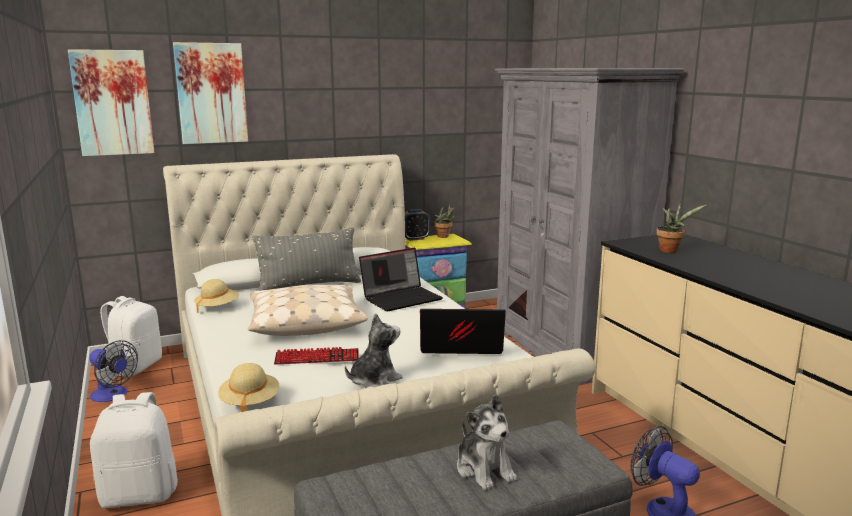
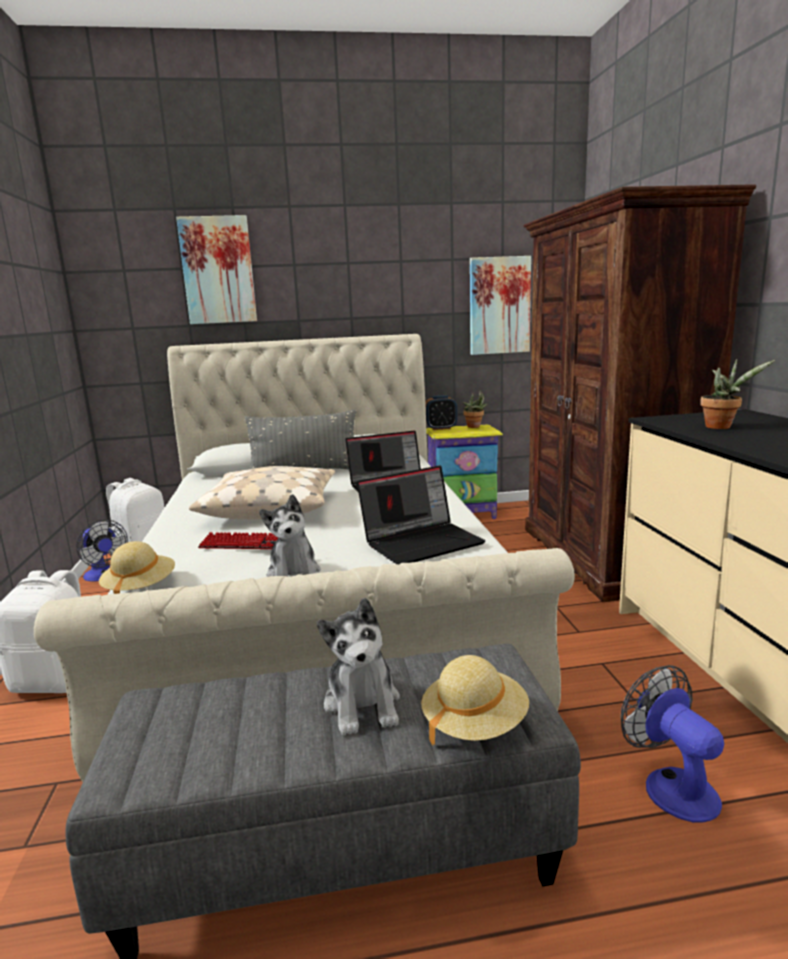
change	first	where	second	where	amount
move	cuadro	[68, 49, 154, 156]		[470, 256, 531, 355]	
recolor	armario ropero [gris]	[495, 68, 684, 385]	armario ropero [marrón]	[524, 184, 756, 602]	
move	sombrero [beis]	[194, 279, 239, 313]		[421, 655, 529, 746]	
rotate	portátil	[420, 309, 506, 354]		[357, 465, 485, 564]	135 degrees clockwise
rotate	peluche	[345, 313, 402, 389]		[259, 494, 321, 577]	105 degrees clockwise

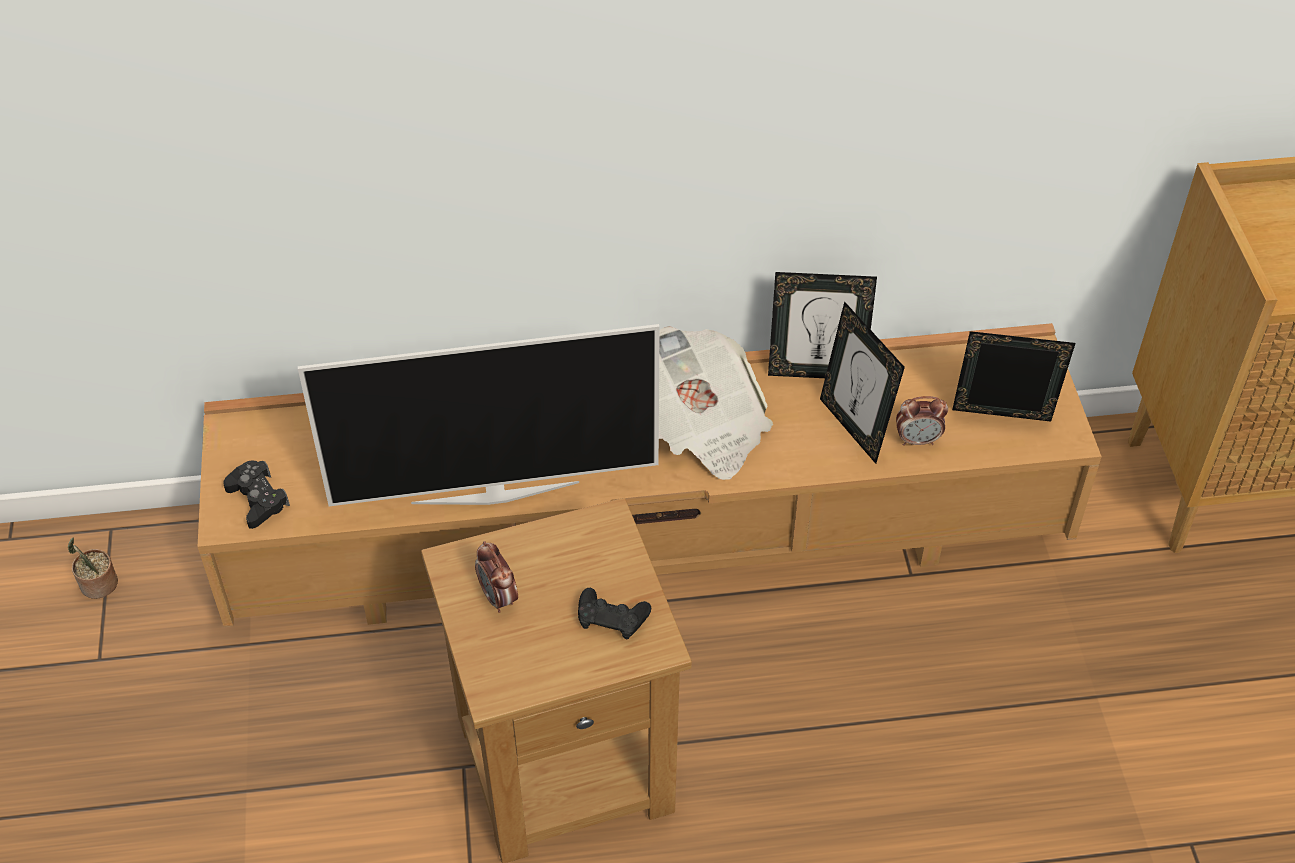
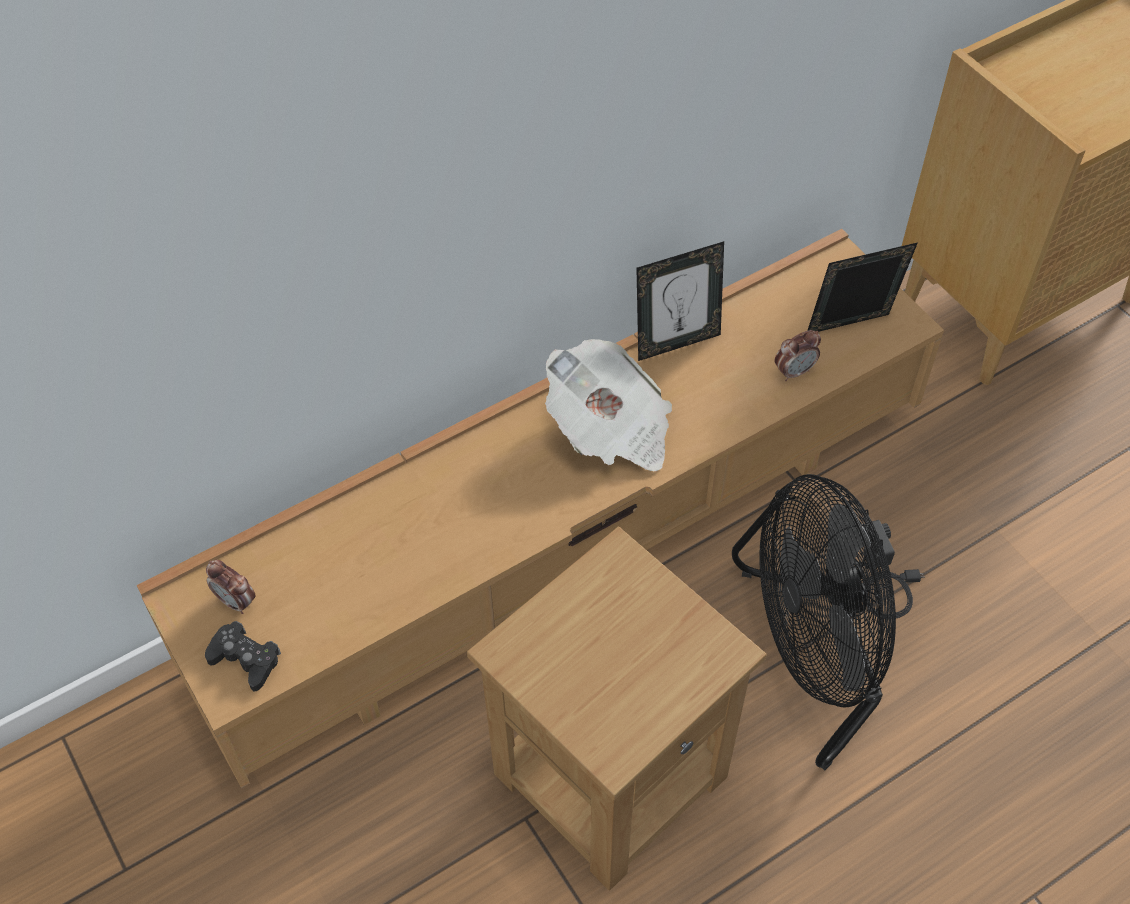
change	first	where	second	where	amount
delete	portarretratos	[820, 301, 905, 464]			
delete	televisor	[298, 324, 660, 506]			
delete	planta en maceta	[68, 538, 118, 599]			
move	despertador	[475, 541, 518, 613]		[206, 560, 256, 614]	
delete	mando de consola [negro]	[578, 588, 651, 639]			
insert			ventilador [negro]	[732, 474, 925, 770]	

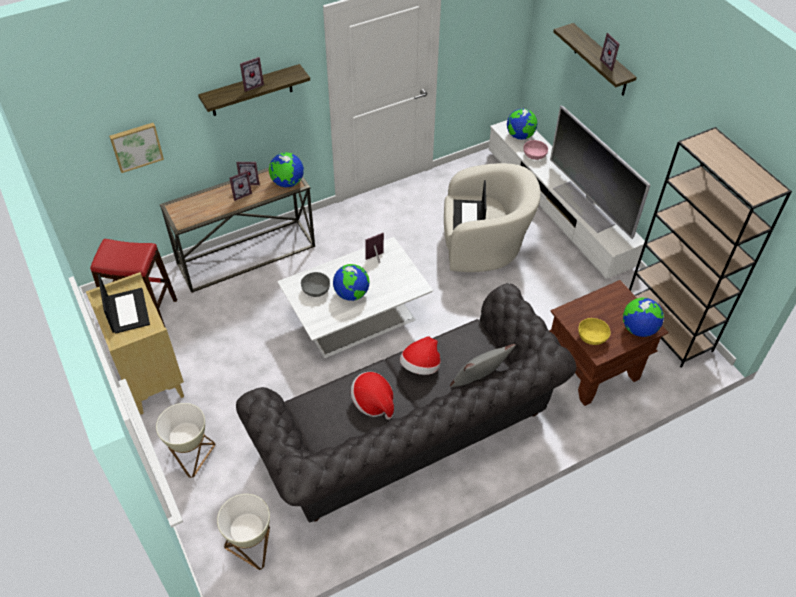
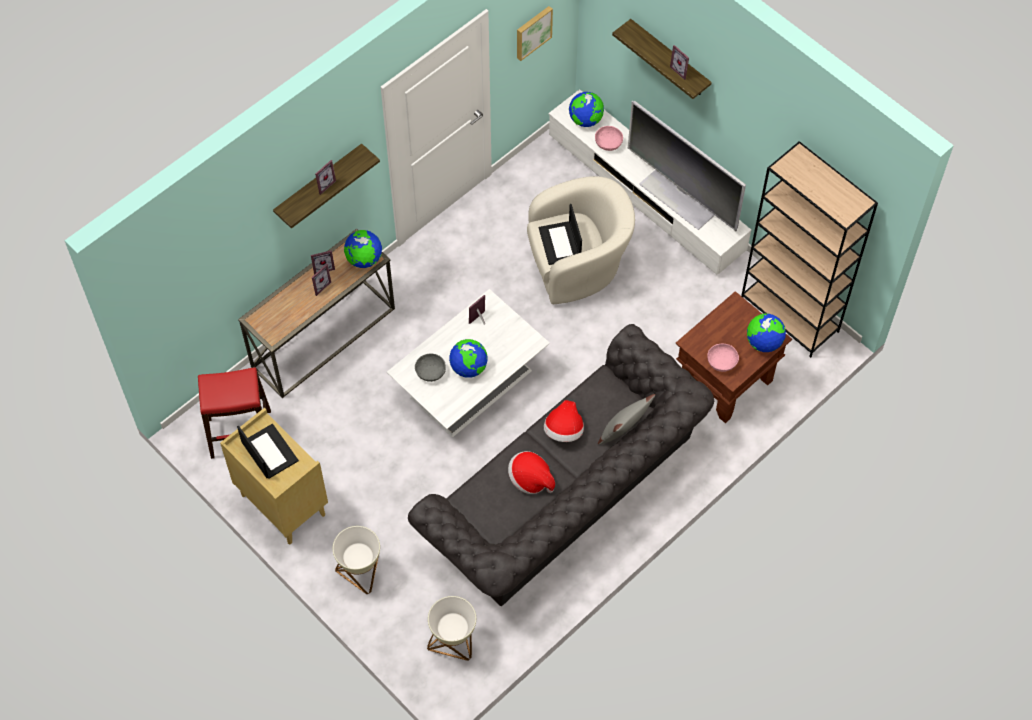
change	first	where	second	where	amount
move	cuadro	[109, 123, 164, 173]		[517, 6, 553, 61]	
recolor	cuenco [amarillo]	[578, 318, 611, 345]	cuenco [rosa]	[707, 344, 739, 372]	

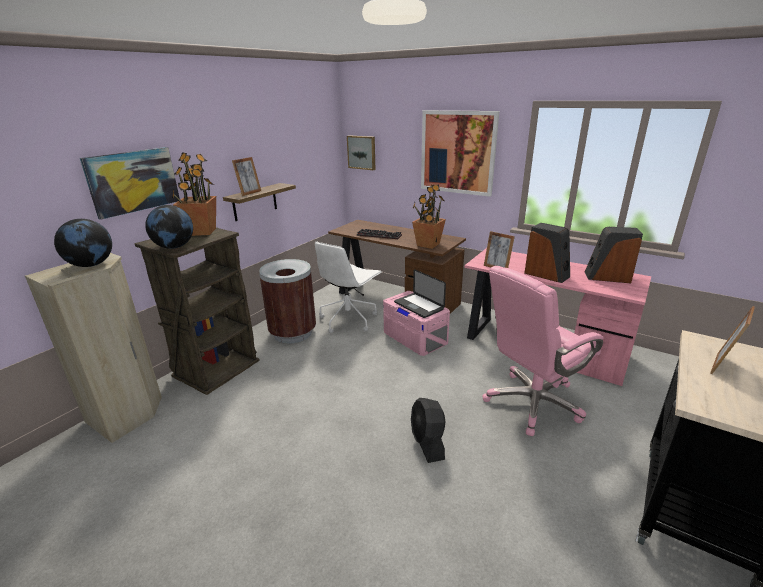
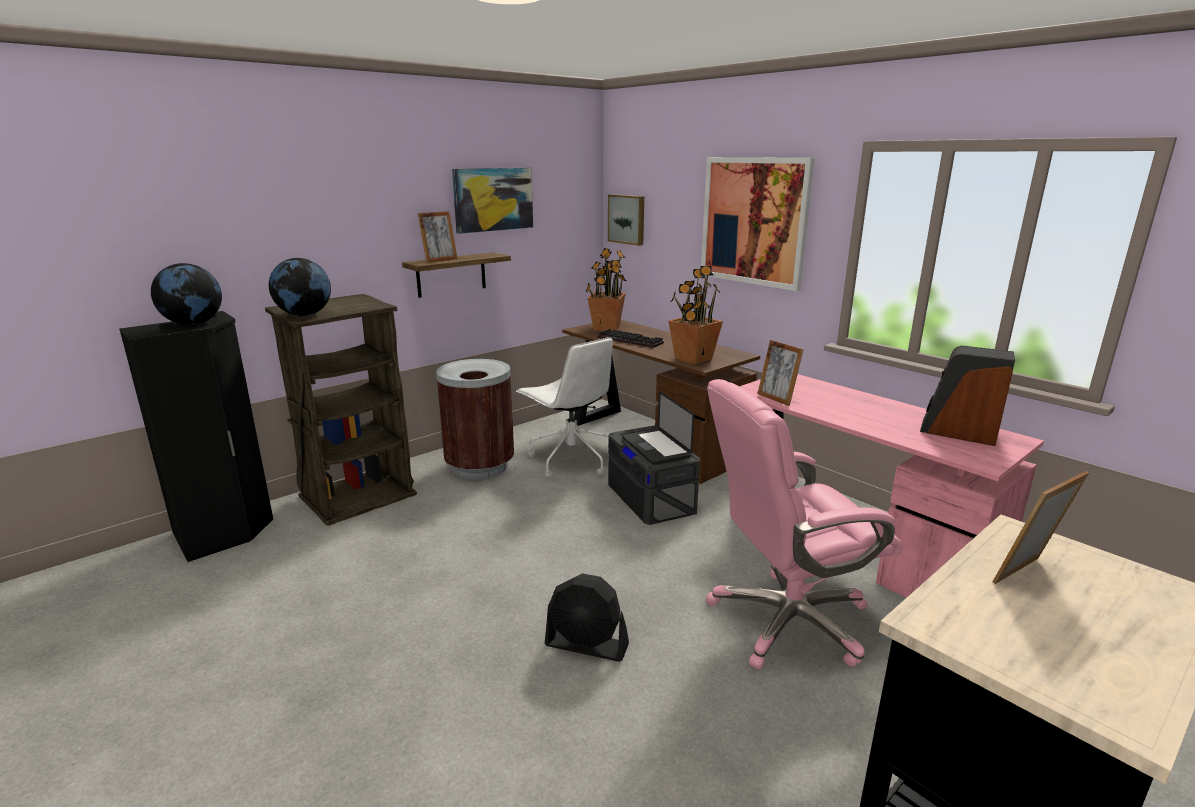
change	first	where	second	where	amount
move	cuadro	[80, 147, 180, 220]		[452, 168, 533, 234]	
move	planta en maceta	[172, 152, 216, 236]		[586, 248, 626, 331]	
delete	altavoz	[524, 223, 570, 283]			
rotate	silla de oficina [blanco]	[315, 241, 382, 333]		[516, 337, 613, 479]	90 degrees counterclockwise
recolor	armario [beis]	[25, 253, 162, 443]	armario [negro]	[119, 311, 273, 562]	
recolor	caja de almacenaje [rosa]	[383, 291, 450, 356]	caja de almacenaje [gris]	[608, 426, 700, 525]	
rotate	ventilador [negro]	[411, 398, 446, 463]		[544, 573, 629, 662]	75 degrees counterclockwise

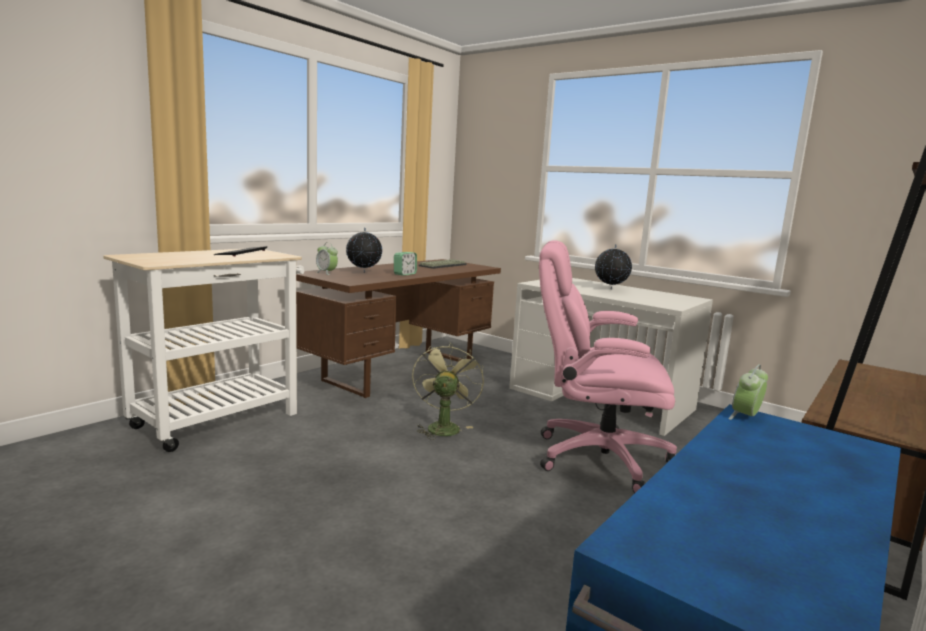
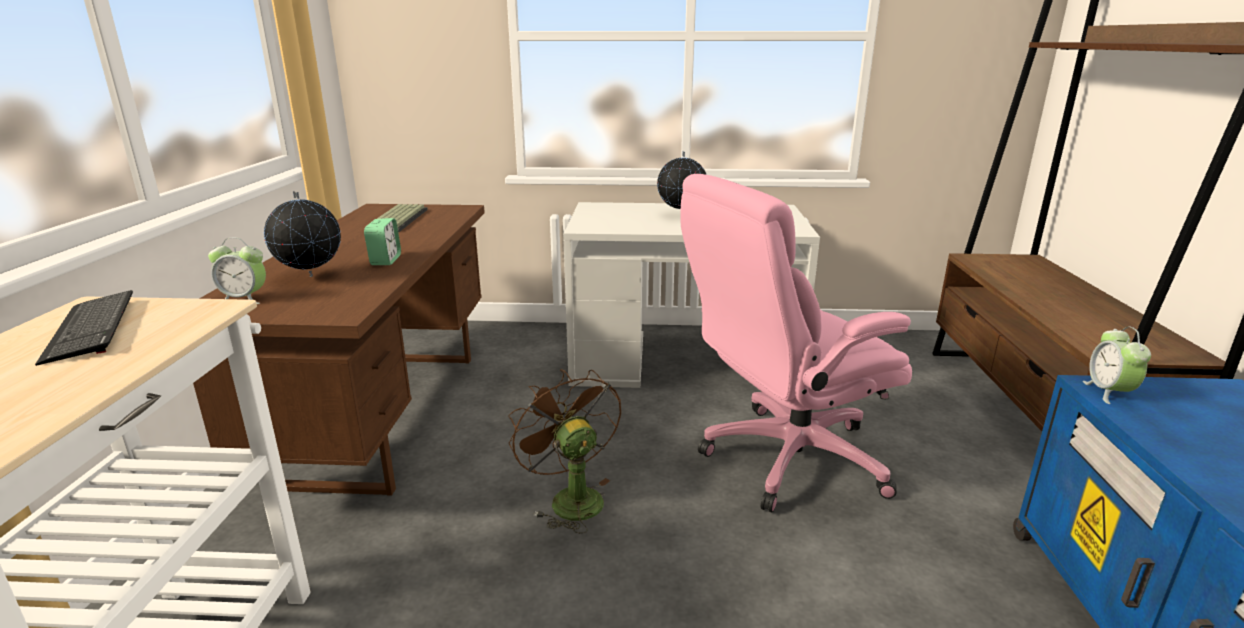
change	first	where	second	where	amount
recolor	ventilador [verde]	[412, 344, 484, 440]	ventilador [marrón]	[508, 369, 621, 534]	

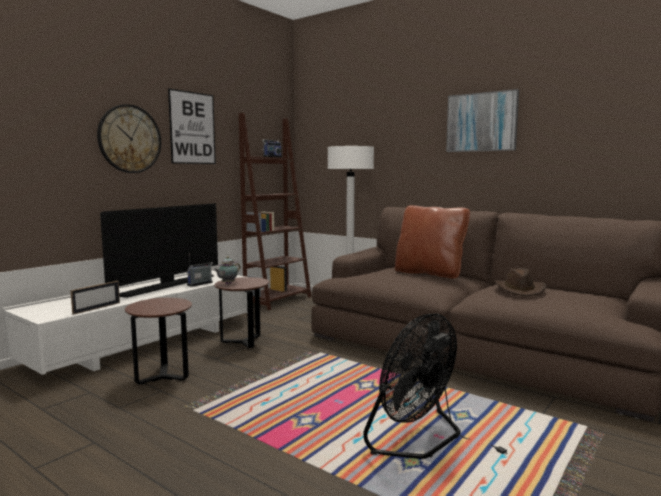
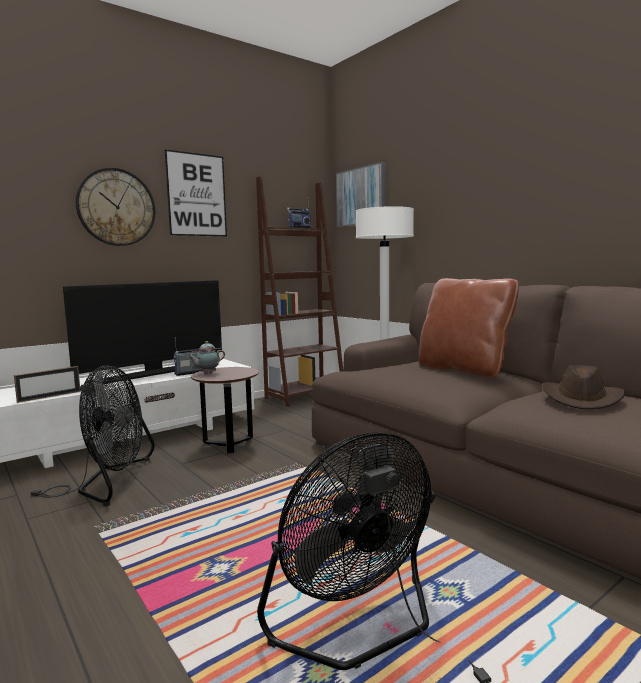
change	first	where	second	where	amount
move	cuadro	[446, 89, 519, 152]		[336, 162, 385, 227]	
replace	mesa auxiliar [marrón]	[125, 298, 192, 385]	ventilador [negro]	[30, 365, 155, 507]	

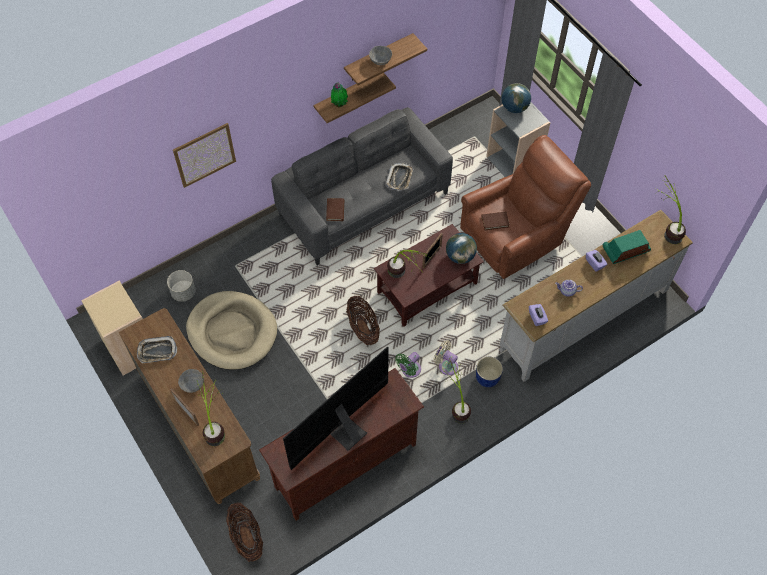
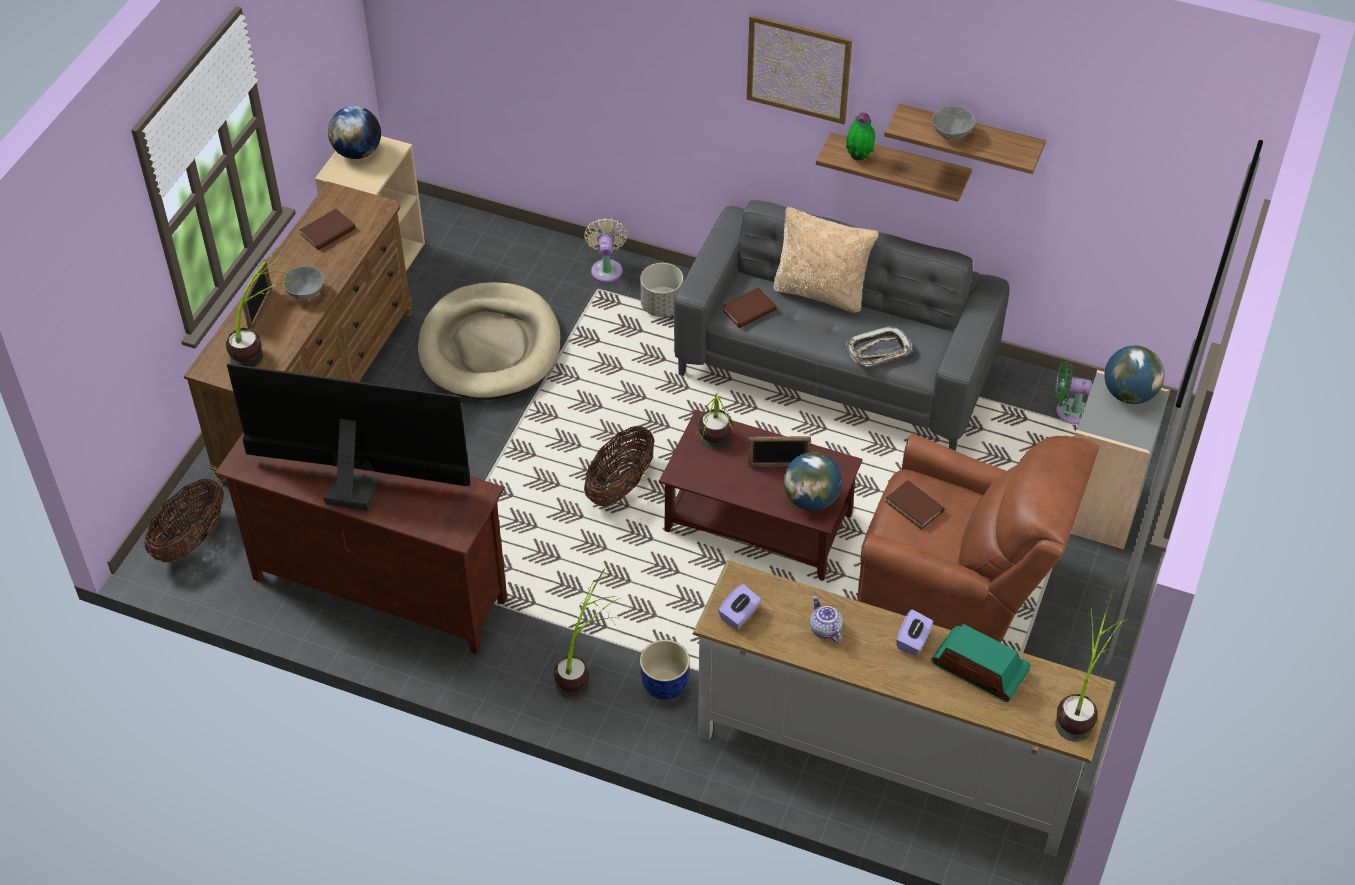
change	first	where	second	where	amount
move	cuadro	[173, 123, 236, 188]		[747, 15, 852, 124]	
move	maceta [gris]	[167, 270, 195, 302]		[640, 263, 683, 317]	
replace	bandeja	[137, 336, 177, 363]	libro [marrón]	[300, 208, 356, 250]	
move	ventilador [beis]	[433, 340, 458, 375]		[584, 218, 627, 283]	
move	ventilador [verde]	[395, 352, 421, 378]		[1054, 362, 1092, 424]	
insert			globo terráqueo	[328, 106, 381, 159]	
insert			cojín [beis]	[773, 207, 878, 313]	

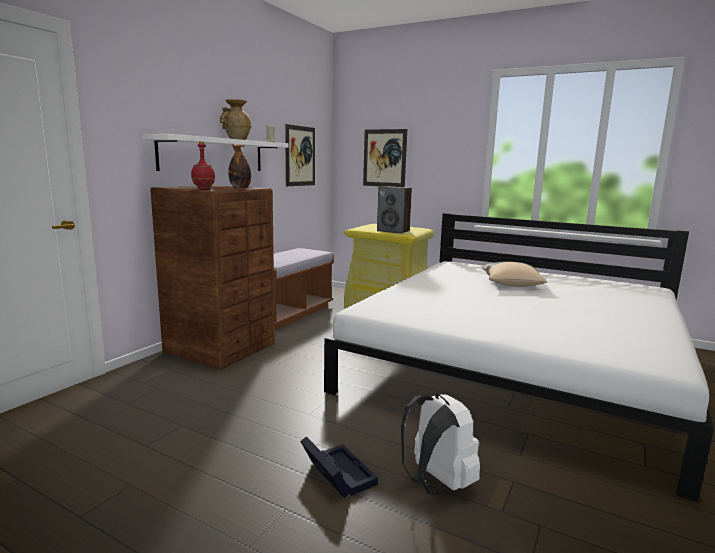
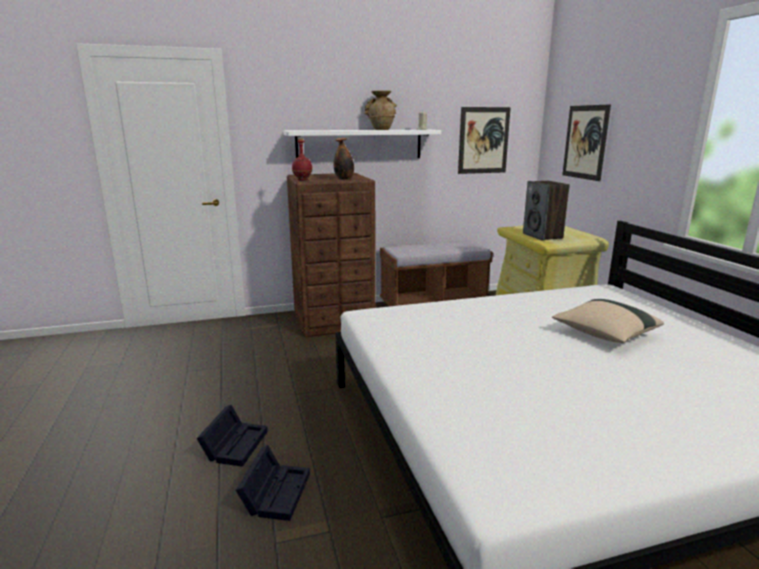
change	first	where	second	where	amount
replace	mochila [blanco]	[401, 393, 480, 496]	caja de almacenaje [negro]	[236, 445, 310, 521]	

